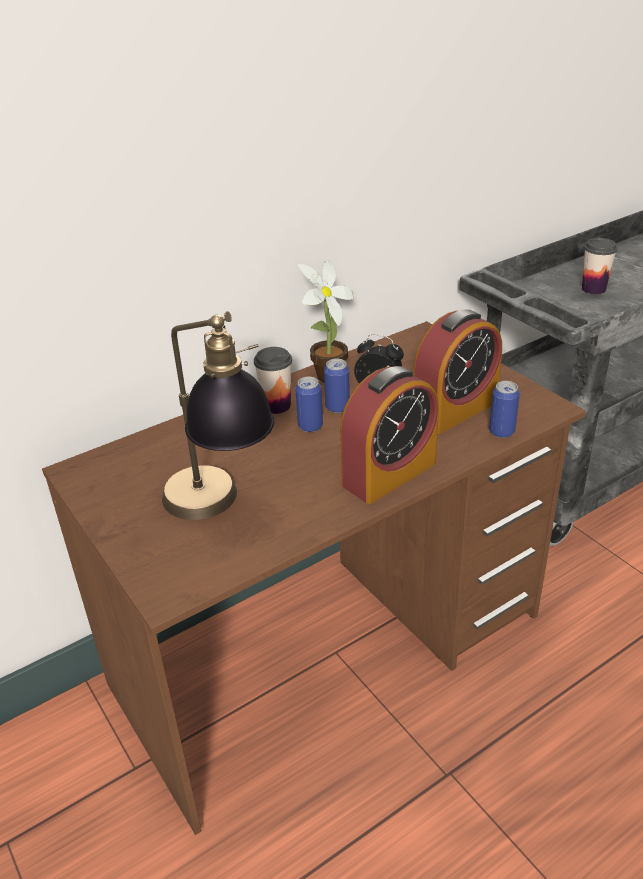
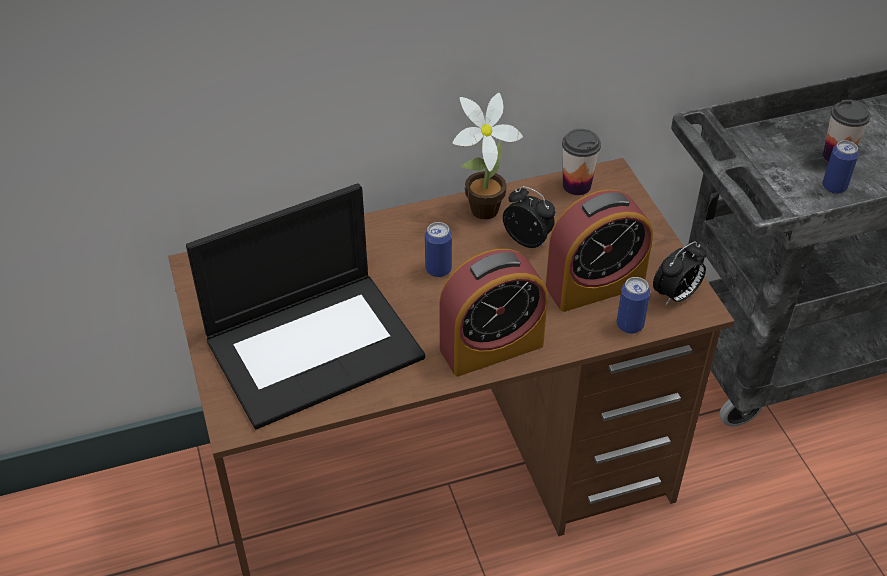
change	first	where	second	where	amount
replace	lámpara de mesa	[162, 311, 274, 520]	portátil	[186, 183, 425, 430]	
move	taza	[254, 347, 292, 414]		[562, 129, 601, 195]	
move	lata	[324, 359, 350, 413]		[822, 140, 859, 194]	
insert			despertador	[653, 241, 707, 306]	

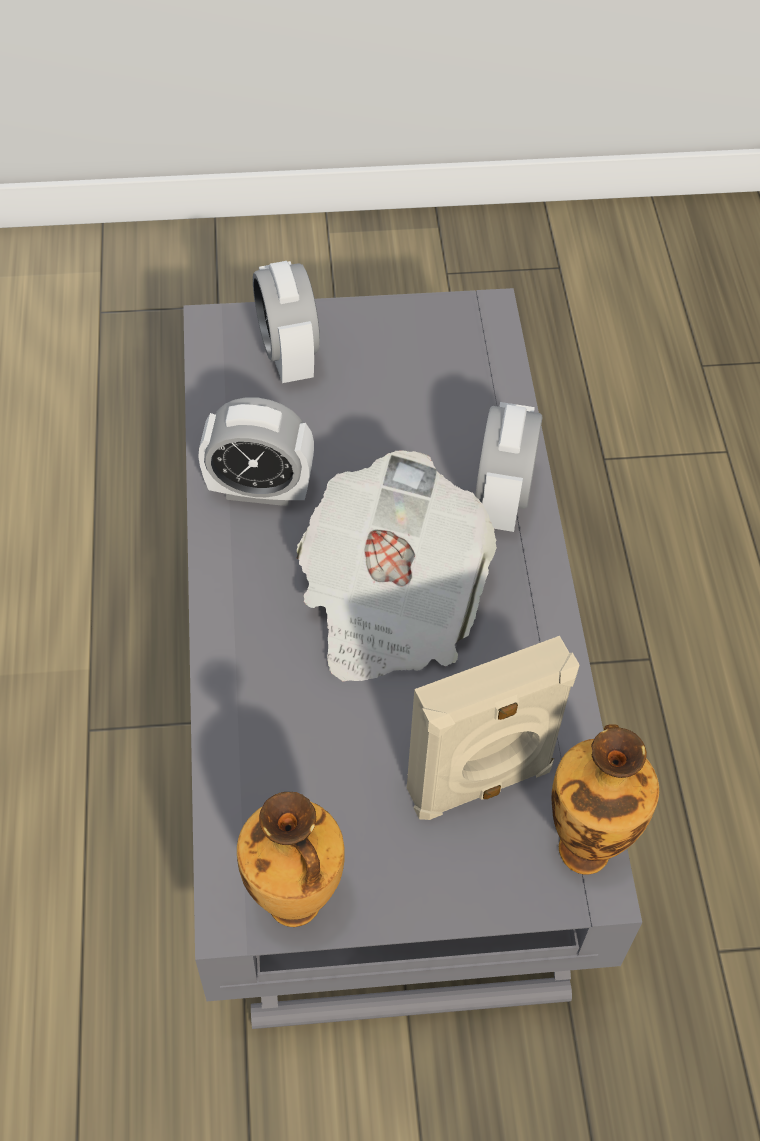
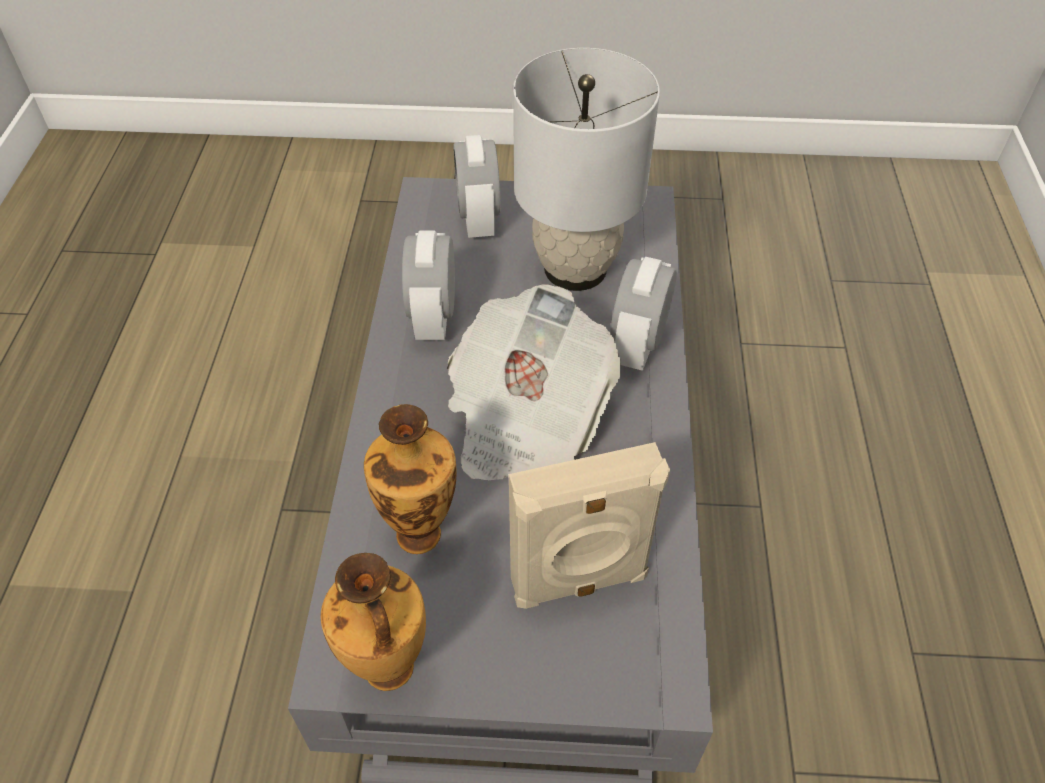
change	first	where	second	where	amount
rotate	despertador	[198, 397, 314, 506]		[402, 231, 455, 340]	75 degrees clockwise
move	florero	[552, 724, 659, 874]		[364, 404, 456, 554]	
insert			lámpara de mesa [blanco]	[513, 48, 660, 291]	

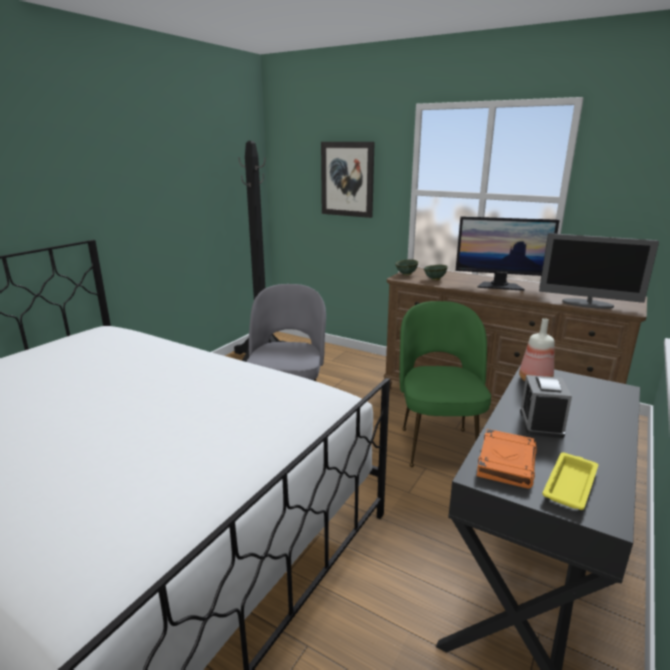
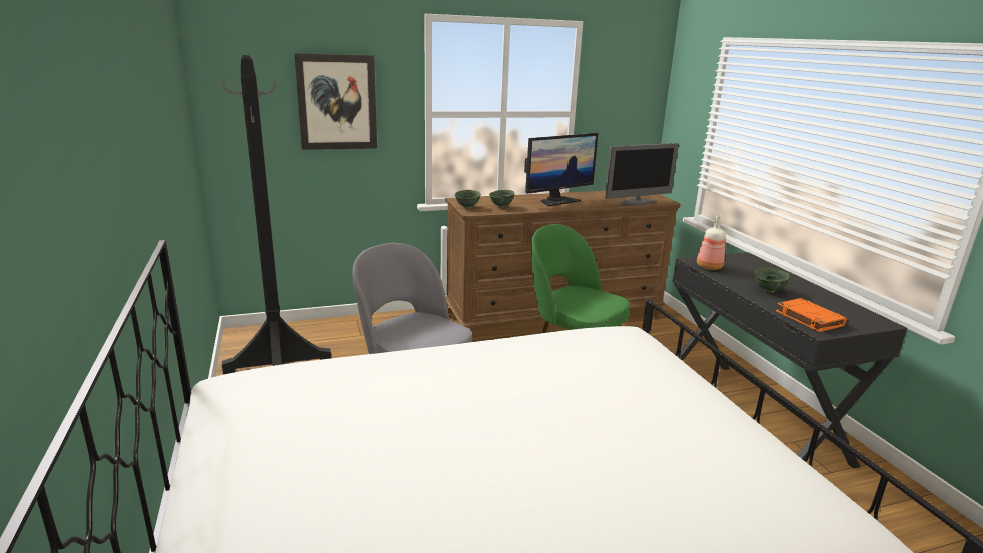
change	first	where	second	where	amount
replace	despertador	[520, 375, 572, 438]	cuenco [verde]	[754, 268, 790, 292]	
delete	bandeja [amarillo]	[542, 452, 598, 510]			

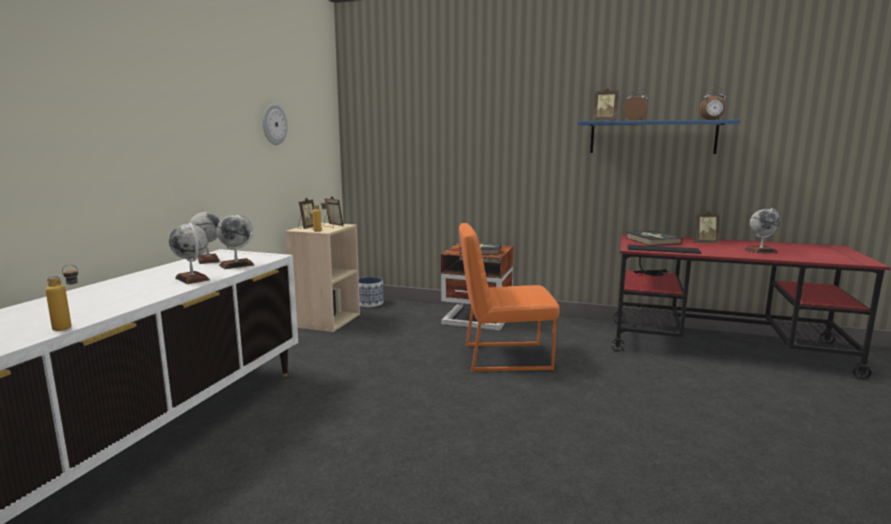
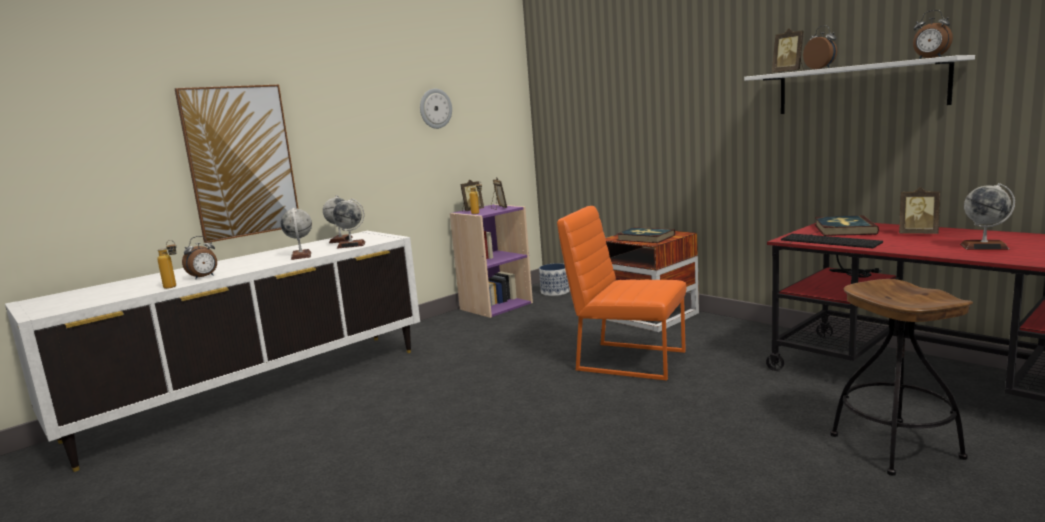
change	first	where	second	where	amount
recolor	estante [azul]	[577, 120, 741, 154]	estante [blanco]	[744, 55, 975, 114]	
recolor	estantería [beis]	[285, 223, 360, 332]	estantería [morado]	[450, 204, 533, 318]	
insert			cuadro	[175, 84, 298, 243]	
insert			despertador	[182, 236, 217, 279]	
insert			taburete [marrón]	[830, 279, 973, 476]	

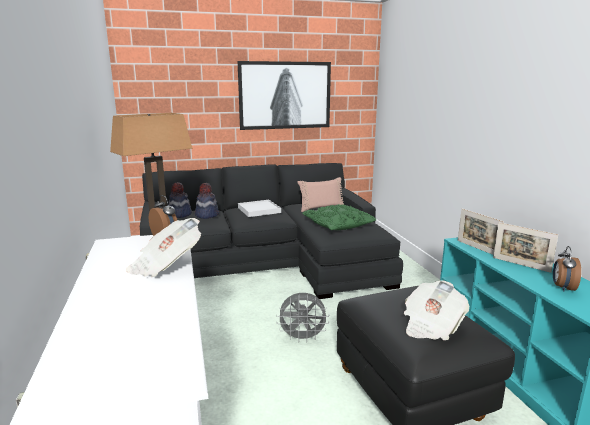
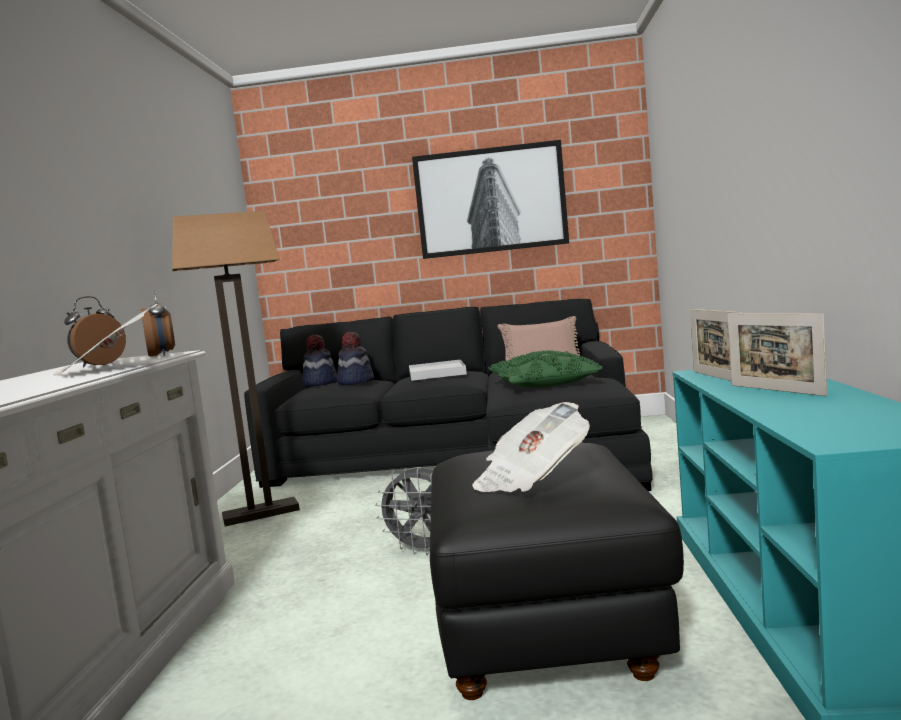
change	first	where	second	where	amount
move	despertador	[553, 246, 581, 292]		[64, 296, 126, 367]	

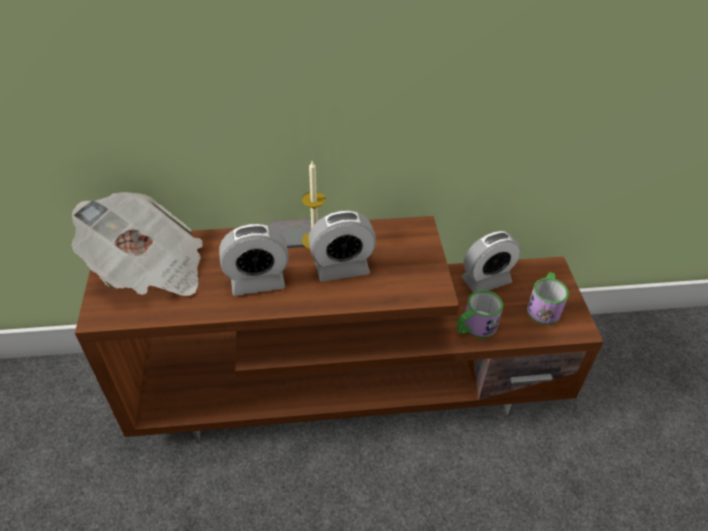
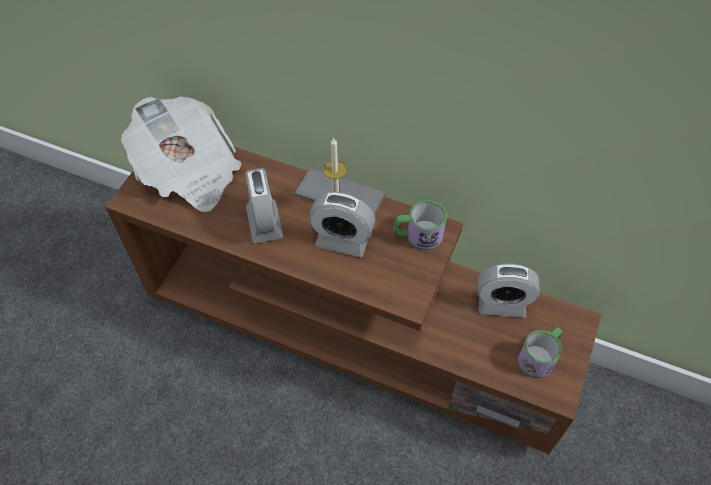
change	first	where	second	where	amount
rotate	despertador	[219, 224, 289, 296]		[245, 168, 283, 244]	120 degrees counterclockwise
move	taza grande	[457, 290, 503, 338]		[394, 200, 447, 250]	

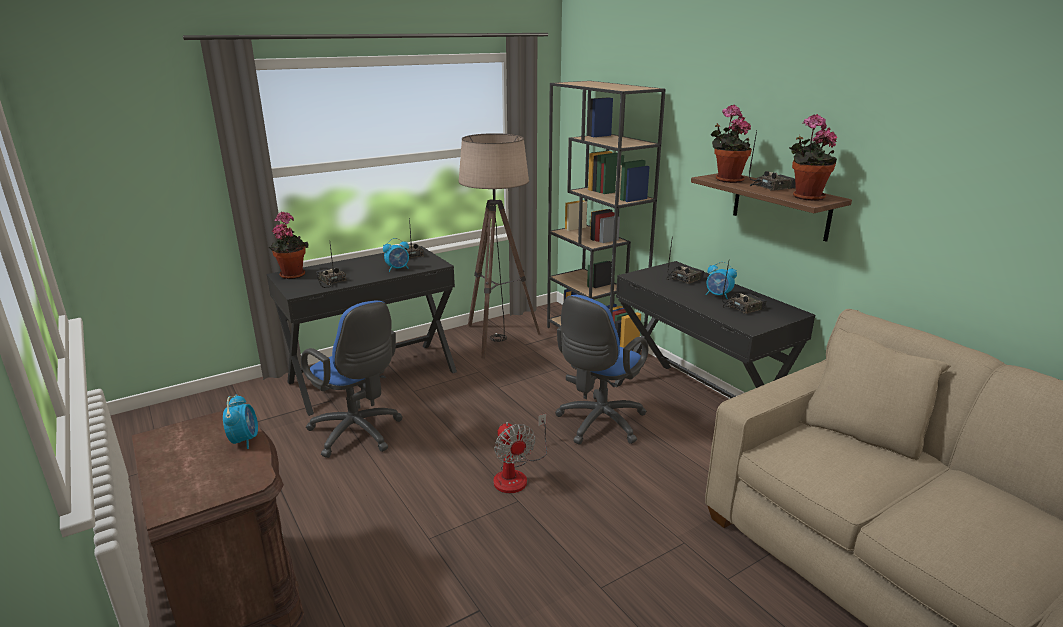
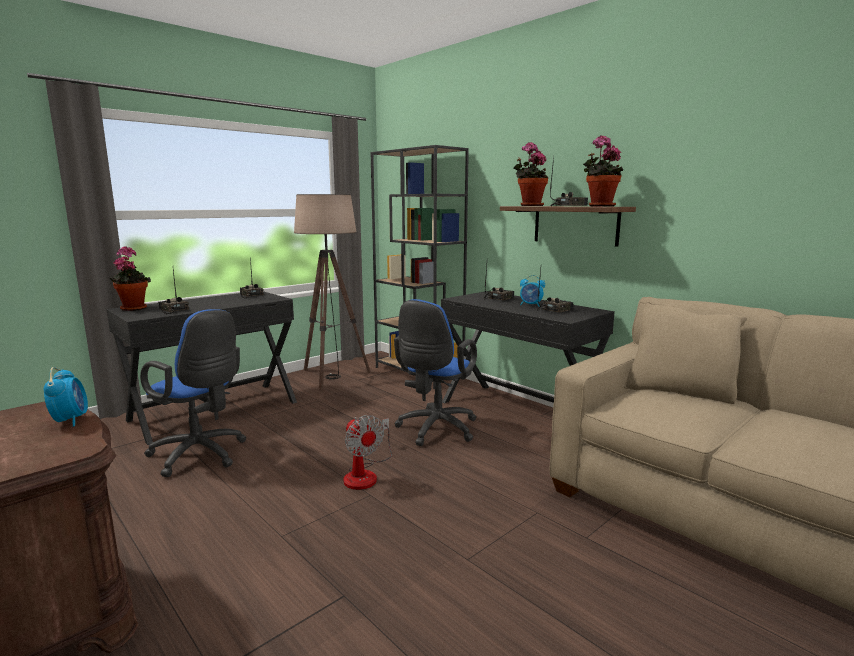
change	first	where	second	where	amount
delete	despertador	[383, 238, 409, 272]			

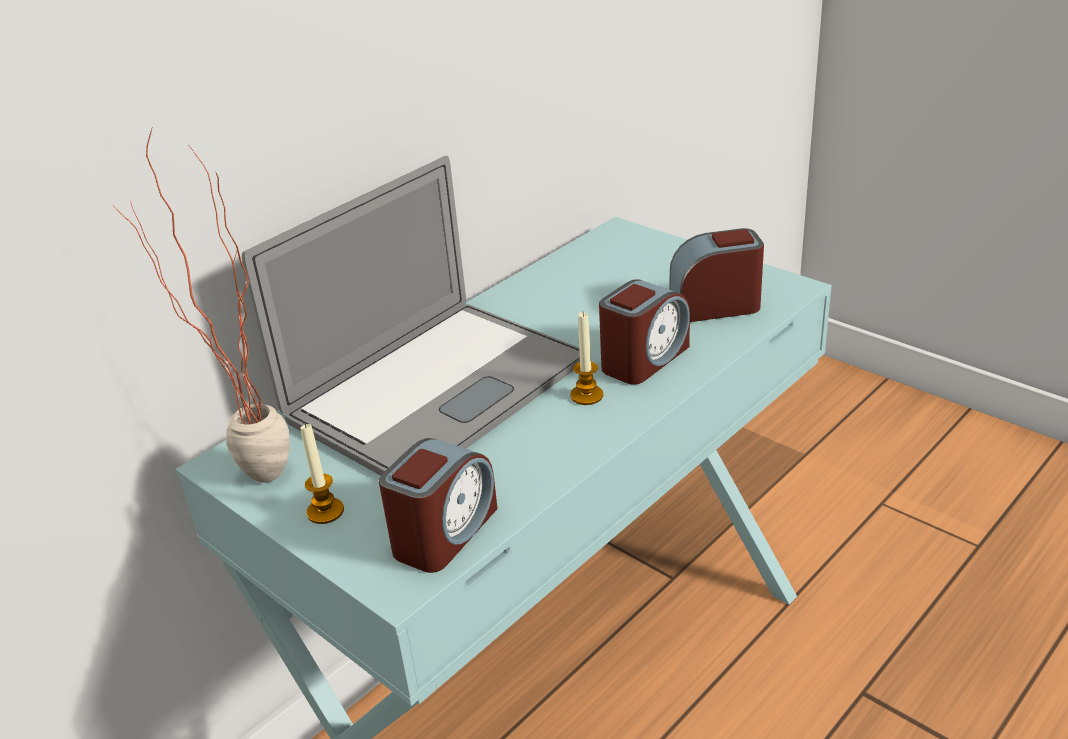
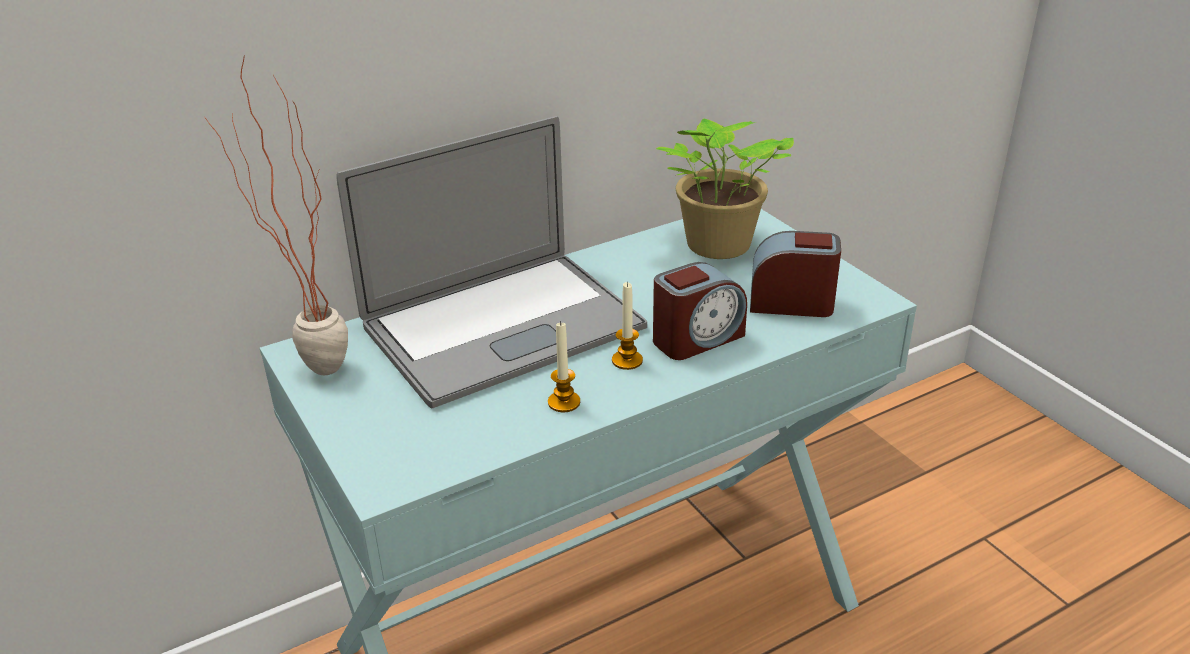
change	first	where	second	where	amount
move	vela	[300, 424, 344, 524]		[548, 321, 580, 412]	
delete	despertador	[379, 438, 498, 573]			
insert			planta en maceta	[656, 119, 794, 259]	

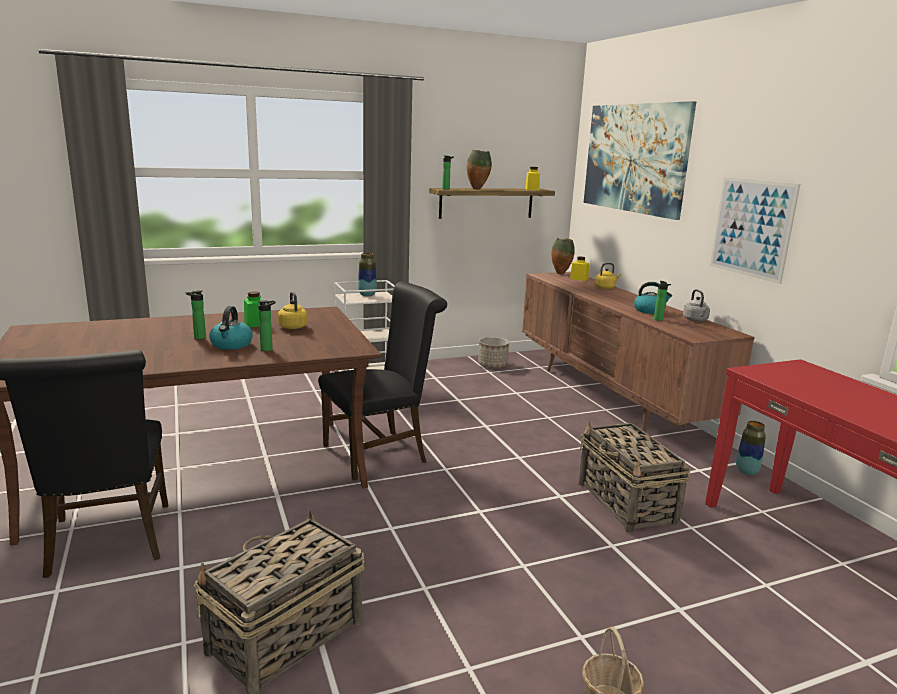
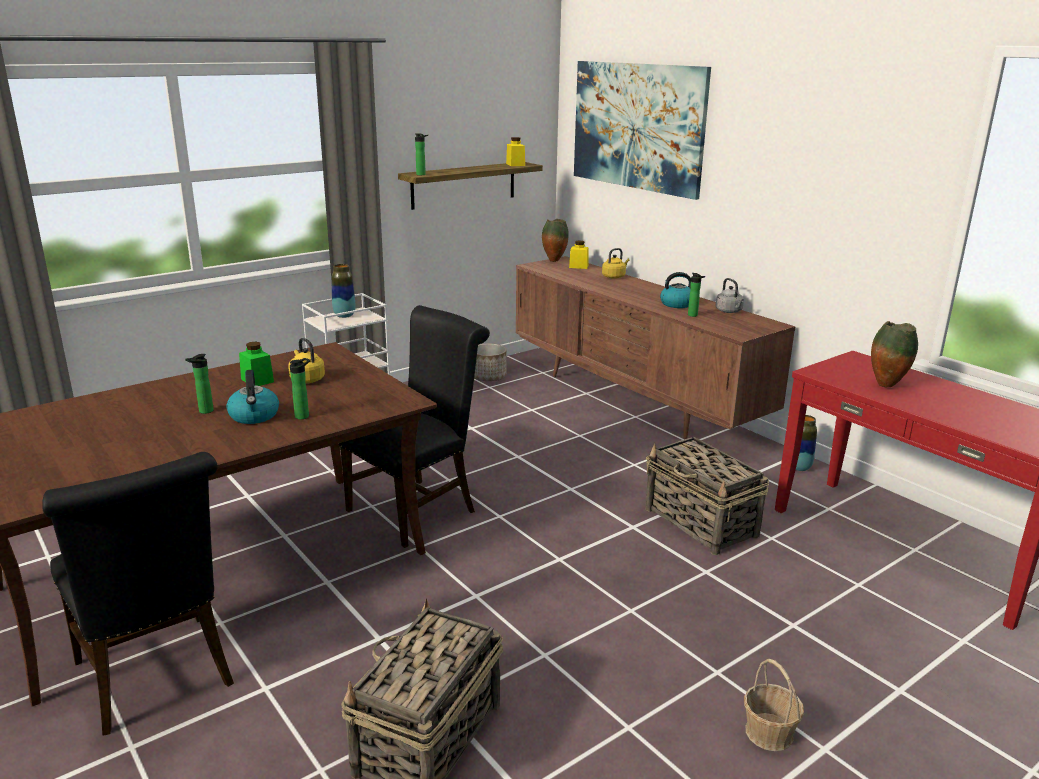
change	first	where	second	where	amount
move	florero	[467, 150, 492, 189]		[871, 321, 918, 387]	
delete	cuadro	[710, 177, 800, 284]			

